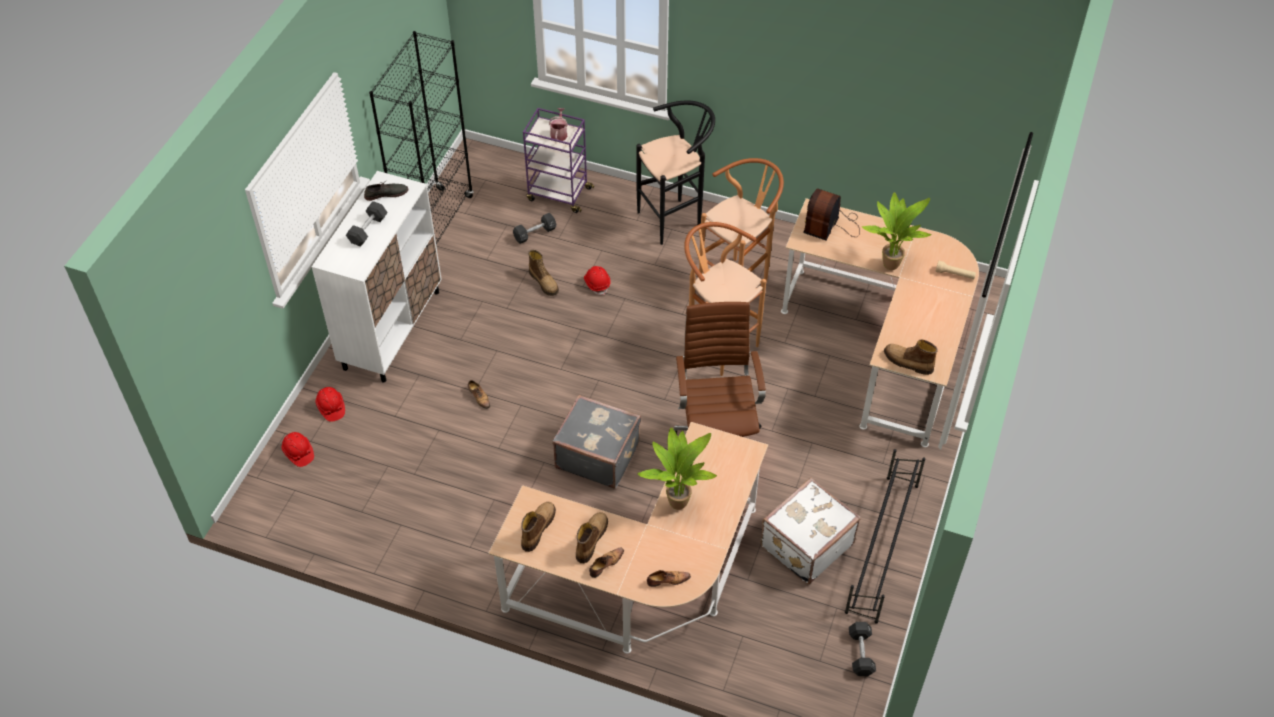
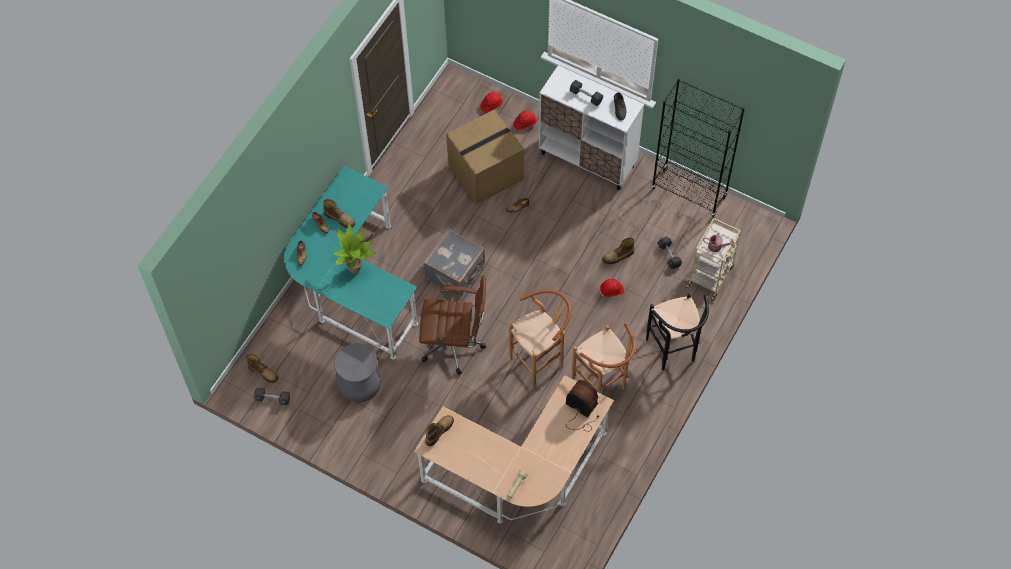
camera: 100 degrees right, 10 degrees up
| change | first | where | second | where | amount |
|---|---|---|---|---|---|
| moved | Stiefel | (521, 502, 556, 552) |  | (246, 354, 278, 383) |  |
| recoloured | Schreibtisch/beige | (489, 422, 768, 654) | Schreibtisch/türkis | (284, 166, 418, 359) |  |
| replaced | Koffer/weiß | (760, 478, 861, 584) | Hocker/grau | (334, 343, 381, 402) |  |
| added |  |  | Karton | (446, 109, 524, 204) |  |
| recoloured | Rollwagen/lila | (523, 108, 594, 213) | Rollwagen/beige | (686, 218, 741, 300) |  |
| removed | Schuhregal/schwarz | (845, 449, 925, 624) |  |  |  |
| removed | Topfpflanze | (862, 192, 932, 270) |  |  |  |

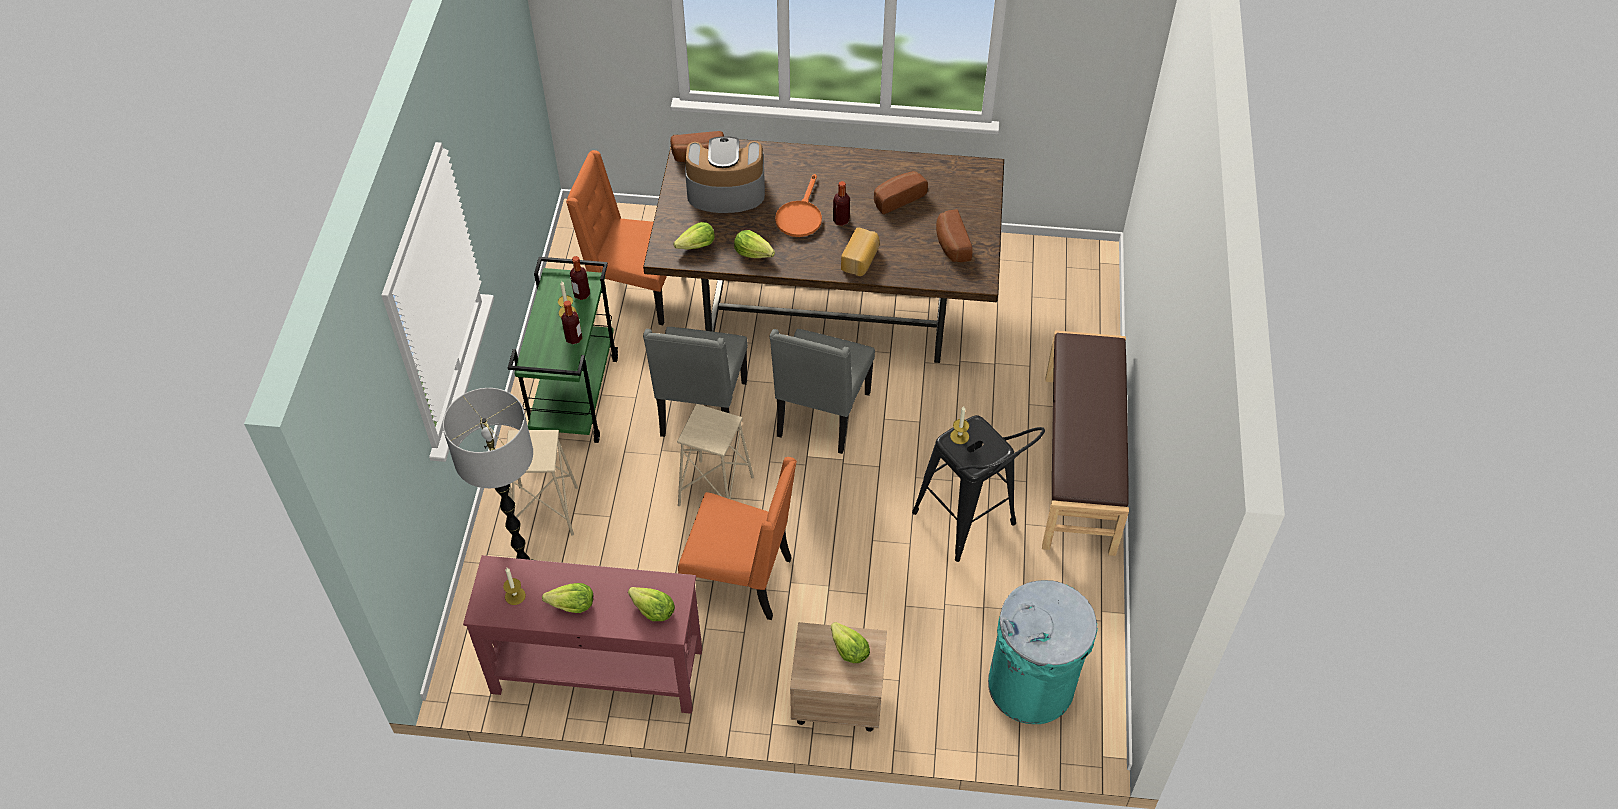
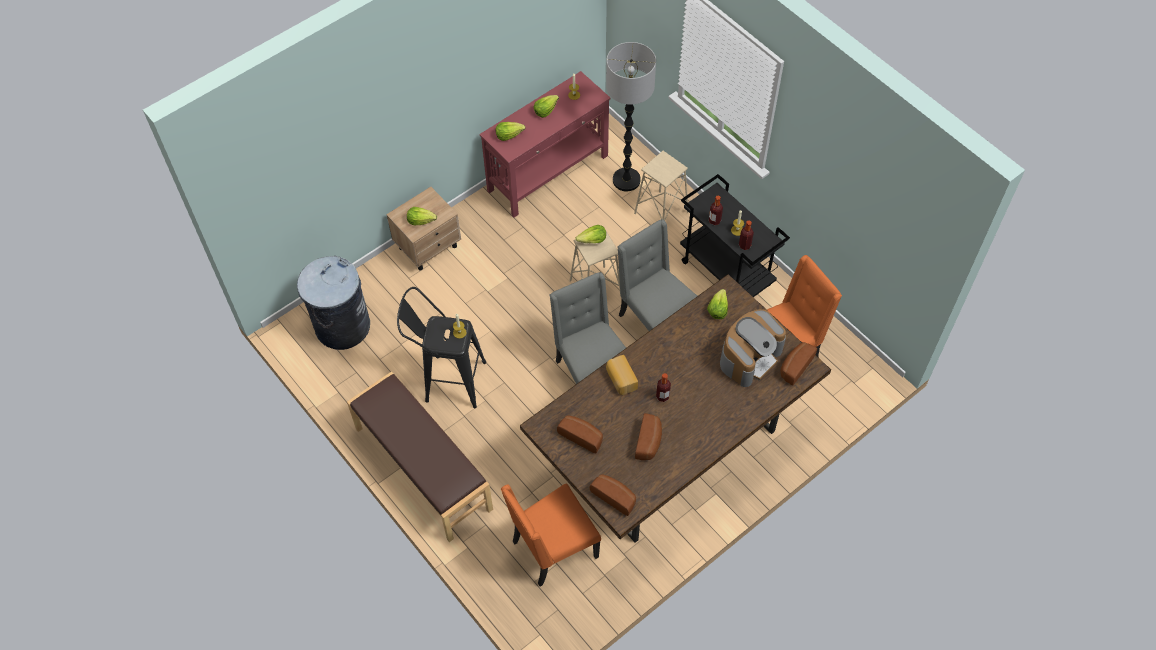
camera: 135 degrees right, 5 degrees up
| change | first | where | second | where | amount |
|---|---|---|---|---|---|
| recoloured | Mülleimer/türkis | (988, 580, 1098, 724) | Mülleimer/grau | (297, 256, 370, 350) |  |
| moved | Stuhl/orange | (678, 457, 797, 620) |  | (501, 483, 601, 587) |  |
| moved | Salatkopf | (734, 230, 775, 258) |  | (576, 225, 606, 243) |  |
| added |  |  | Brot | (590, 474, 636, 516) |  |
| recoloured | Rollwagen/grün | (508, 257, 618, 443) | Rollwagen/schwarz | (680, 174, 790, 297) |  |
| removed | Pfanne/orange | (775, 174, 822, 237) |  |  |  |

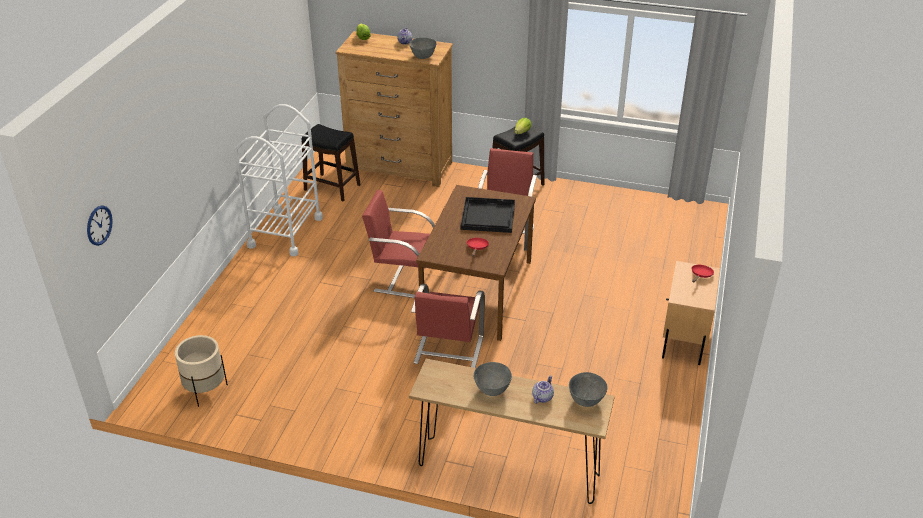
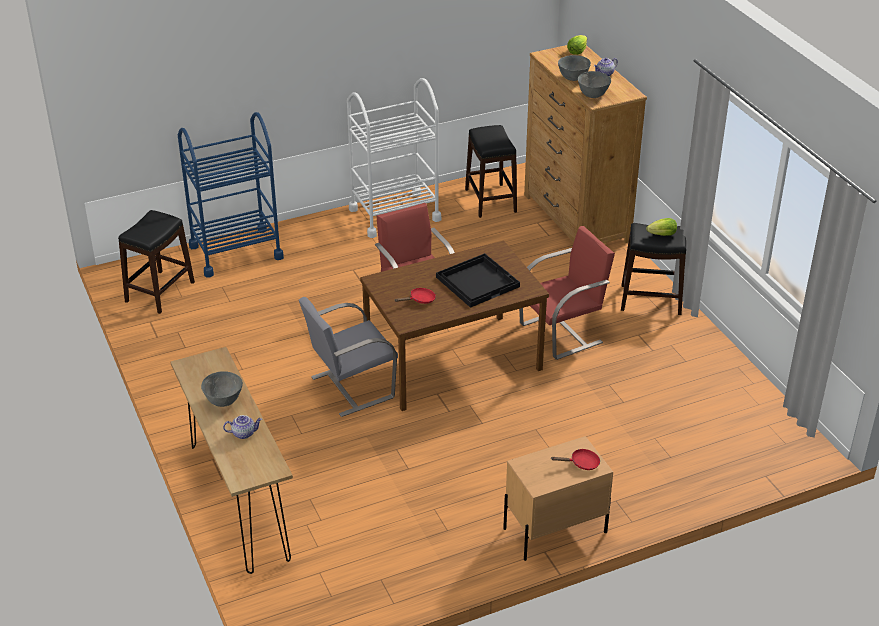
camera: 50 degrees right, 0 degrees up
| change | first | where | second | where | amount |
|---|---|---|---|---|---|
| replaced | Pflanzkübel/beige | (175, 335, 228, 407) | Hocker/schwarz | (118, 210, 195, 314) |  |
| added |  |  | Rollwagen/blau | (178, 112, 284, 278) |  |
| recoloured | Stuhl/rot | (411, 284, 485, 368) | Stuhl/grau | (299, 297, 398, 417) |  |
| moved | Schüssel/grau | (569, 372, 608, 407) |  | (558, 55, 591, 81) |  |
| removed | Wanduhr | (87, 205, 113, 246) |  |  |  |

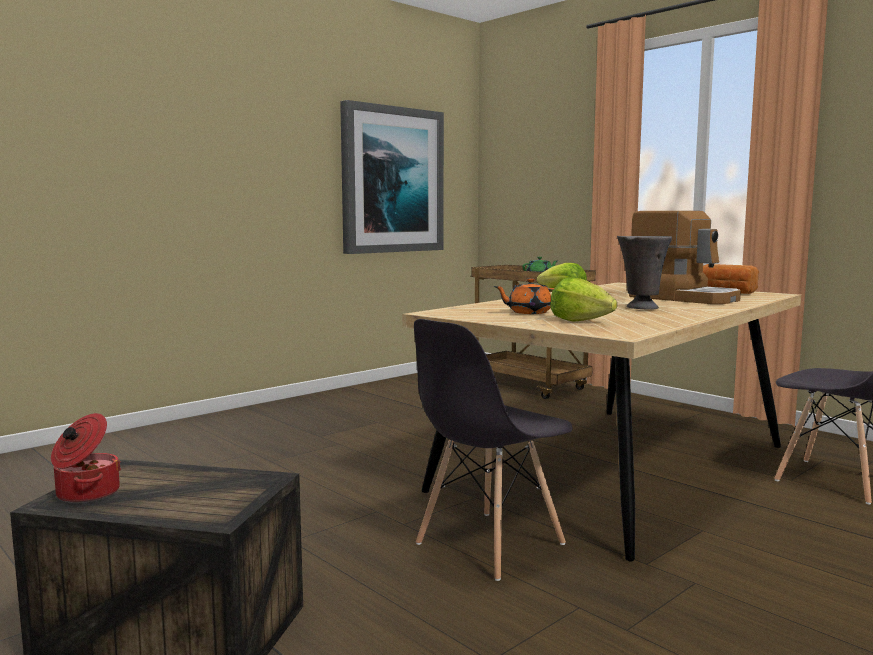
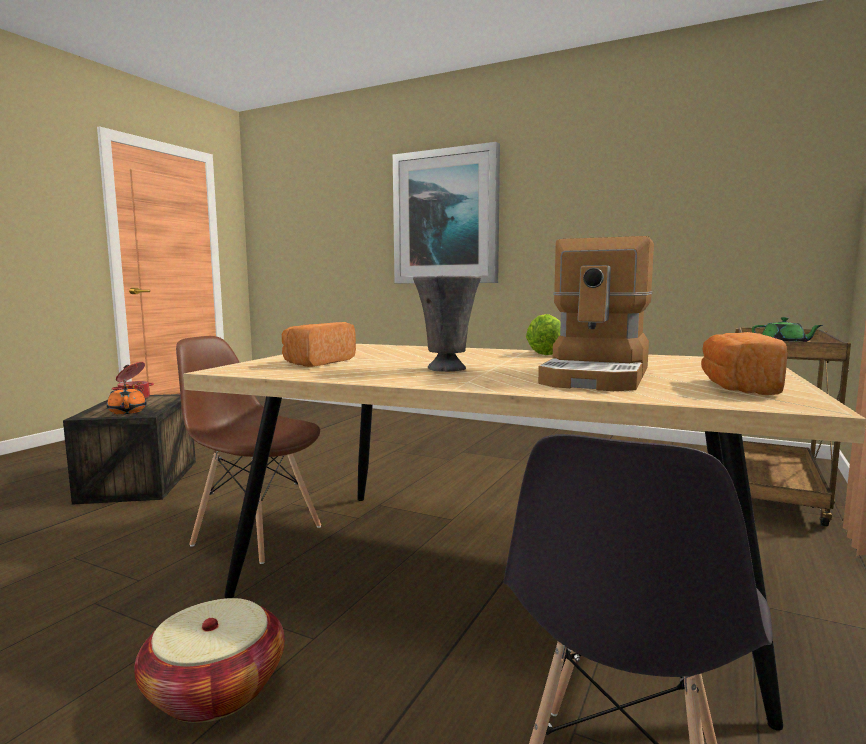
camera: 70 degrees right, 0 degrees up
| change | first | where | second | where | amount |
|---|---|---|---|---|---|
| moved | Teekanne/orange | (494, 278, 554, 314) |  | (107, 385, 146, 414) |  |
| added |  |  | Korb | (134, 598, 285, 723) |  |
| recoloured | Stuhl/grau | (414, 319, 573, 581) | Stuhl/braun | (176, 336, 321, 564) |  |
| replaced | Salatkopf | (550, 278, 617, 322) | Brot | (282, 322, 356, 367) |  |
| moved | Bild | (340, 100, 444, 254) |  | (393, 142, 500, 283) |  |

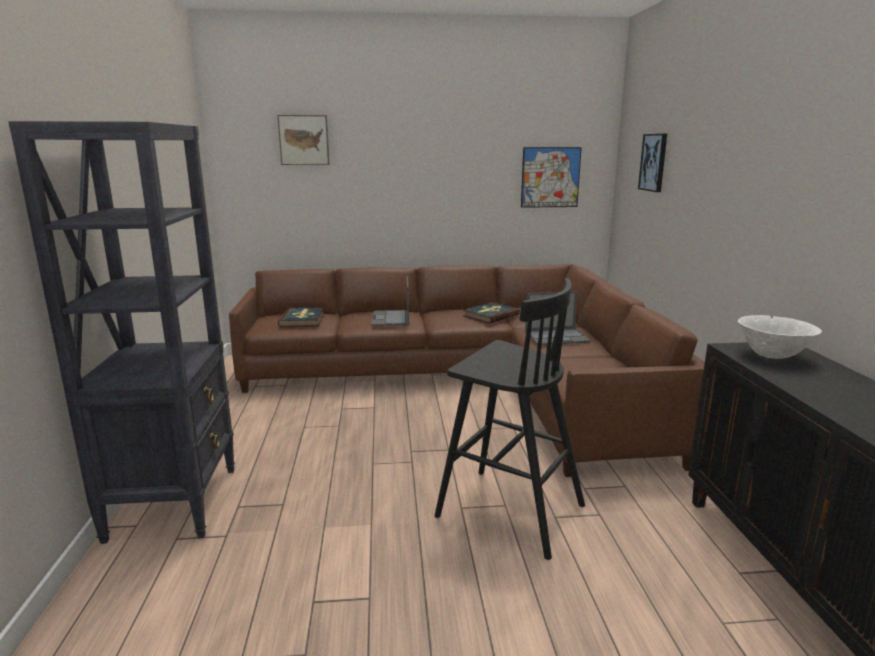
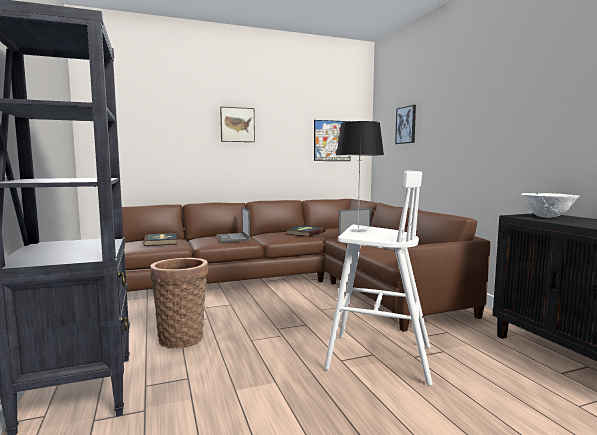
camera: 15 degrees left, 10 degrees down
| change | first | where | second | where | amount |
|---|---|---|---|---|---|
| added |  |  | Korb | (150, 258, 208, 349) |  |
| moved | Bild | (278, 115, 329, 165) |  | (220, 107, 255, 142) |  |
| recoloured | Hocker/schwarz | (435, 278, 585, 560) | Hocker/weiß | (324, 170, 433, 385) |  |
| added |  |  | Tischlampe | (336, 121, 384, 232) |  |

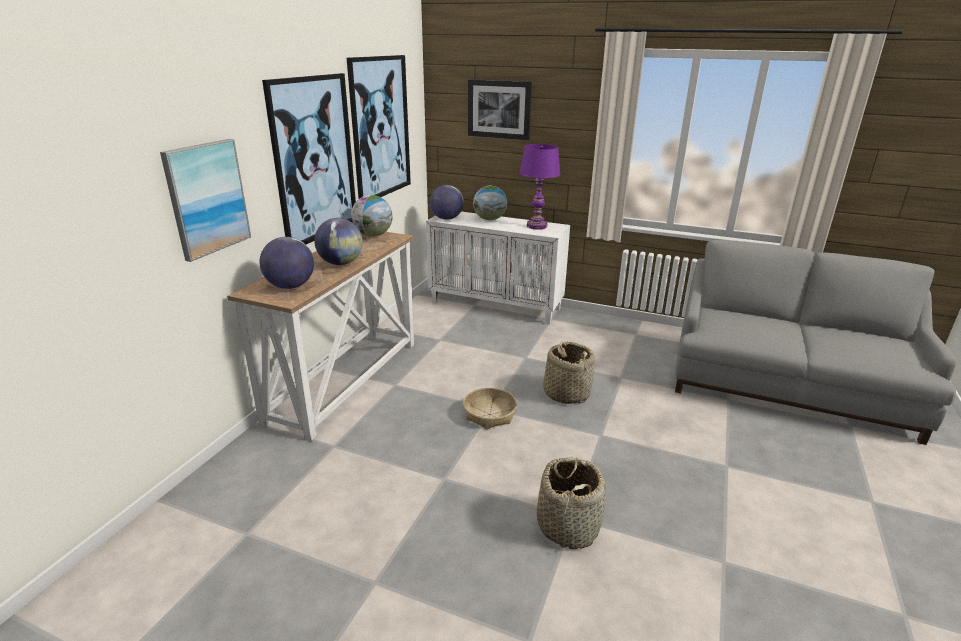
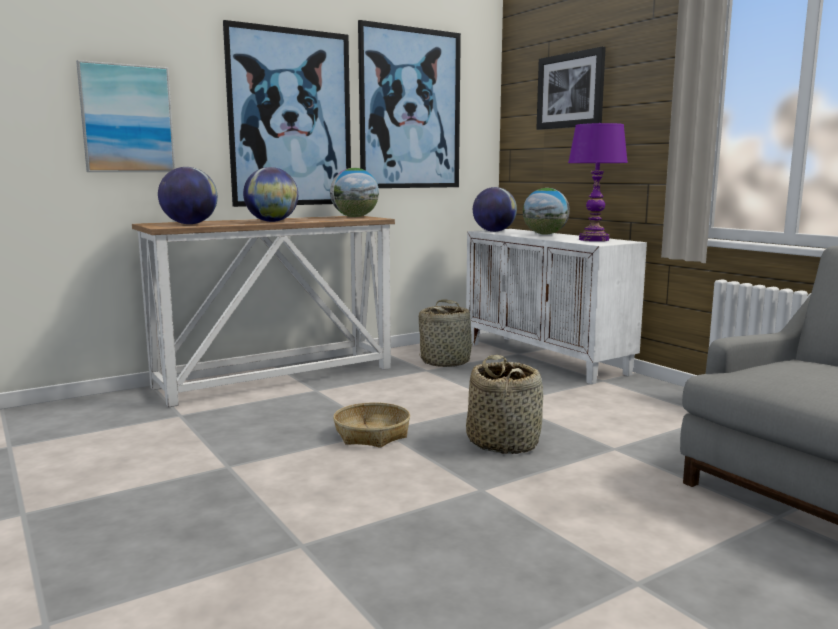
camera: 35 degrees right, 15 degrees down
| change | first | where | second | where | amount |
|---|---|---|---|---|---|
| moved | Korb | (537, 456, 606, 549) |  | (419, 299, 476, 367) |  |

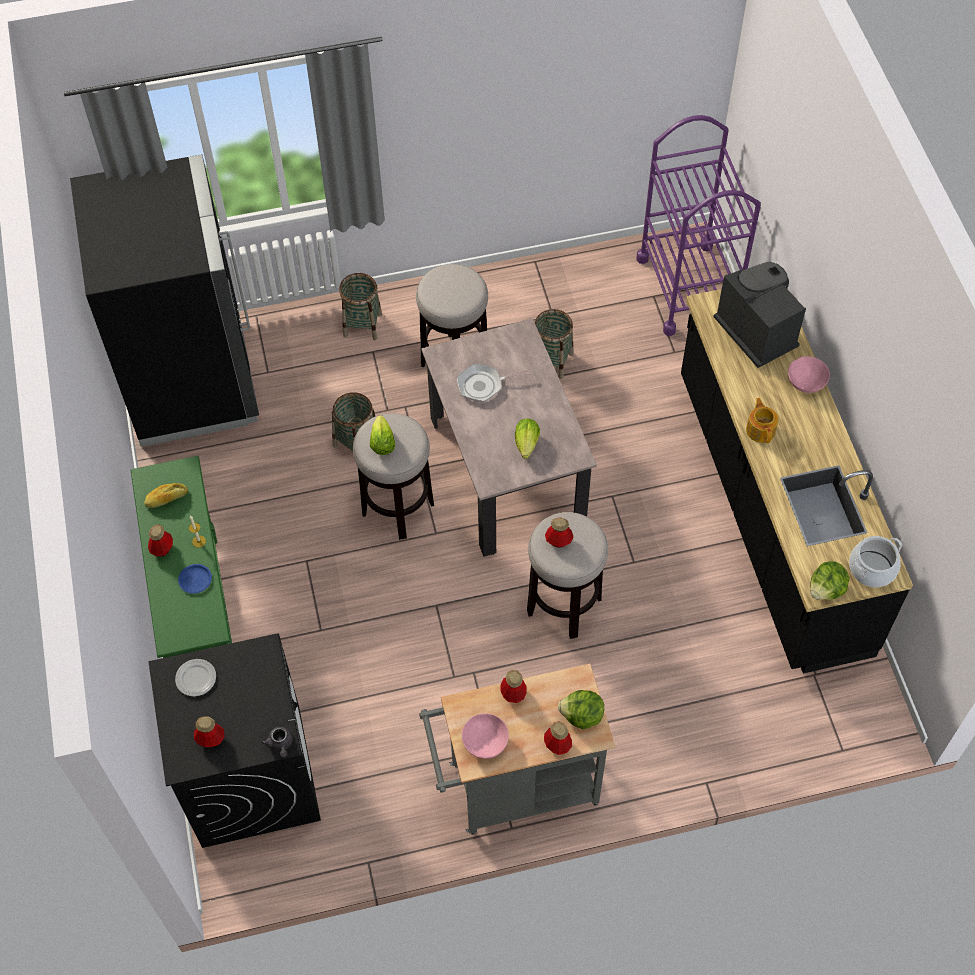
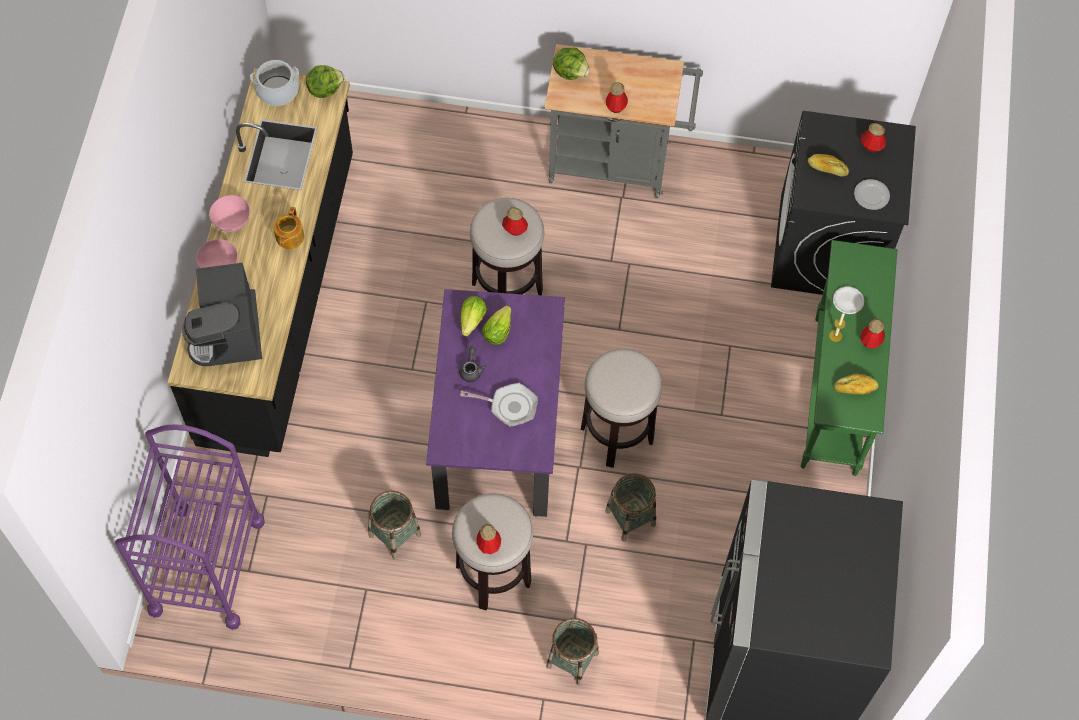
camera: 160 degrees left, 5 degrees up
| change | first | where | second | where | amount |
|---|---|---|---|---|---|
| moved | Schüssel/rosa | (462, 713, 509, 759) |  | (209, 195, 250, 232) |  |
| recoloured | Esstisch/beige | (421, 318, 597, 557) | Esstisch/lila | (426, 289, 565, 517) |  |
| moved | Teekanne/grau | (262, 727, 293, 758) |  | (459, 347, 486, 382) |  |
| moved | Salatkopf | (370, 415, 395, 455) |  | (460, 296, 487, 336) |  |
| moved | Flasche | (544, 722, 572, 755) |  | (476, 524, 501, 554) |  |
| added |  |  | Brot | (808, 154, 849, 177) |  |
| recoloured | Teller/blau | (178, 564, 212, 594) | Teller/weiß | (833, 286, 864, 314) |  |

